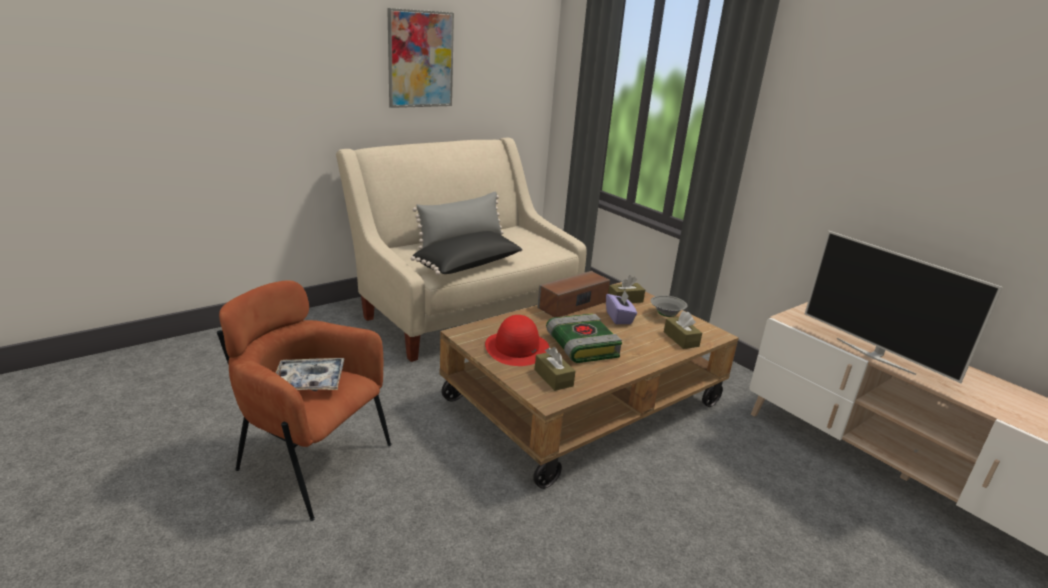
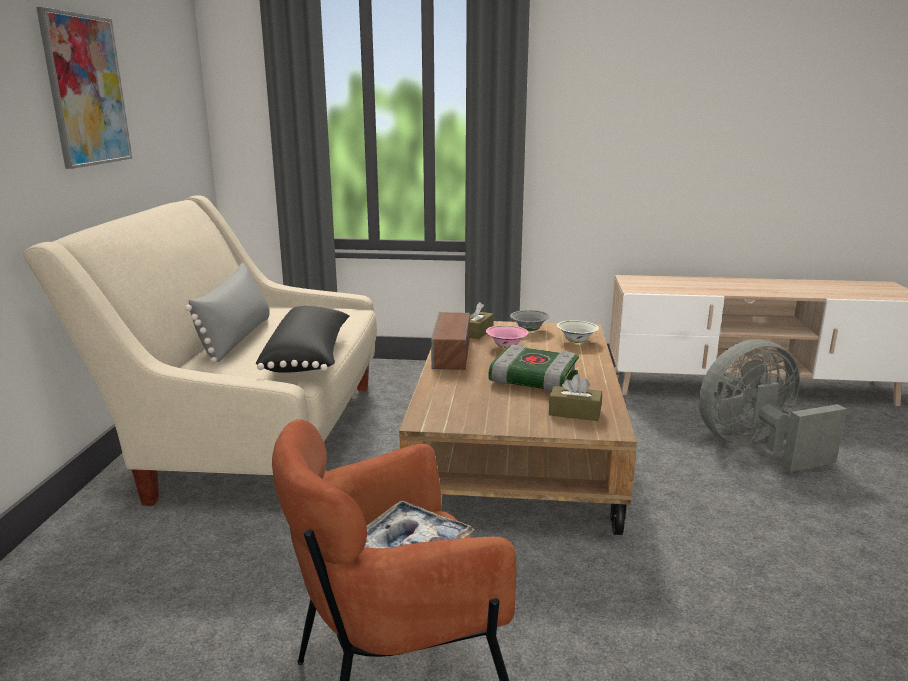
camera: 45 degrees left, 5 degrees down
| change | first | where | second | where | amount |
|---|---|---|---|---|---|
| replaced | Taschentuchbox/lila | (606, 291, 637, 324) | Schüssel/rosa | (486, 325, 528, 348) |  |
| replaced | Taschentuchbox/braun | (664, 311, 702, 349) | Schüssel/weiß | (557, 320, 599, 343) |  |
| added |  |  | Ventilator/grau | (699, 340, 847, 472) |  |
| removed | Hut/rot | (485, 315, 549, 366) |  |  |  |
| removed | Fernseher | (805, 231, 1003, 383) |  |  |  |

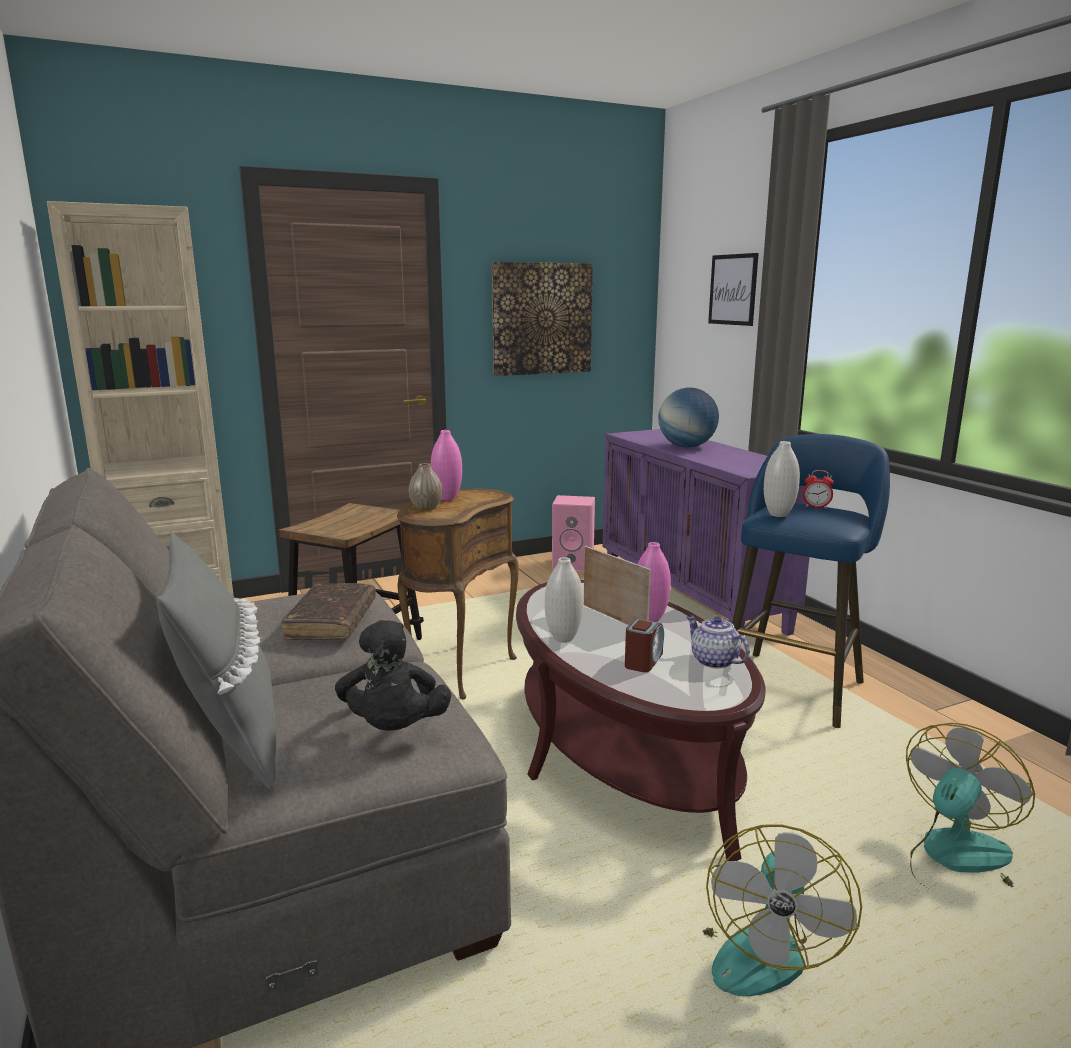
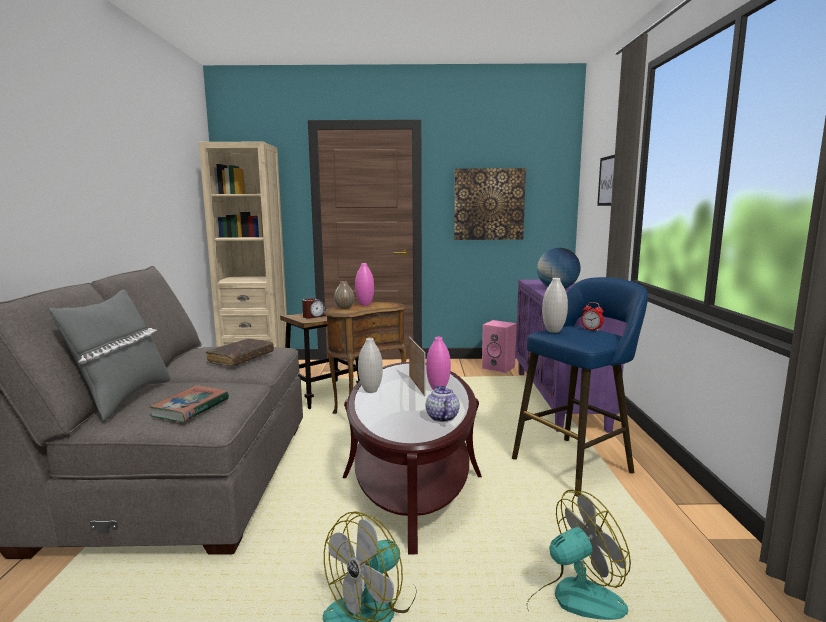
camera: 25 degrees right, 5 degrees down
| change | first | where | second | where | amount |
|---|---|---|---|---|---|
| replaced | Plüschtier/schwarz | (335, 620, 451, 731) | Buch | (149, 385, 229, 422) |  |
| moved | Wecker | (625, 619, 664, 672) |  | (302, 298, 326, 319) |  |

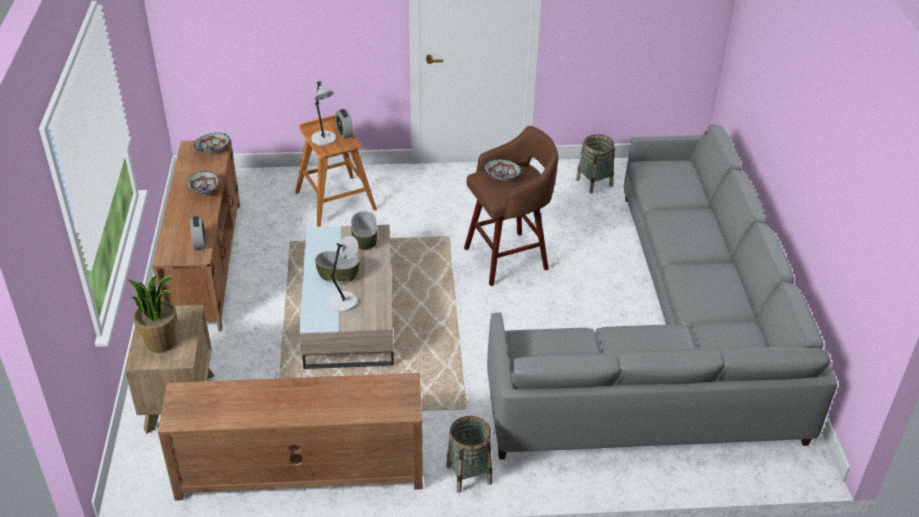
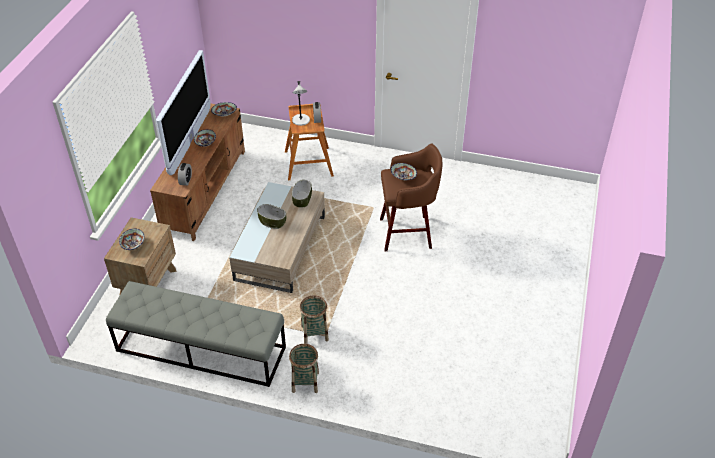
camera: 20 degrees right, 5 degrees up
| change | first | where | second | where | amount |
|---|---|---|---|---|---|
| replaced | Fernsehschrank/braun | (158, 373, 423, 501) | Bank/grau | (106, 281, 286, 387) |  |
| replaced | Topfpflanze | (126, 276, 177, 353) | Schüssel | (119, 229, 145, 250) |  |
| added |  |  | Fernseher | (156, 50, 211, 175) |  |
| moved | Korb | (576, 134, 614, 193) |  | (300, 295, 329, 344) |  |
| removed | Tischlampe/grau | (329, 236, 358, 312) |  |  |  |
| removed | Sofa/grau | (487, 124, 837, 459) |  |  |  |

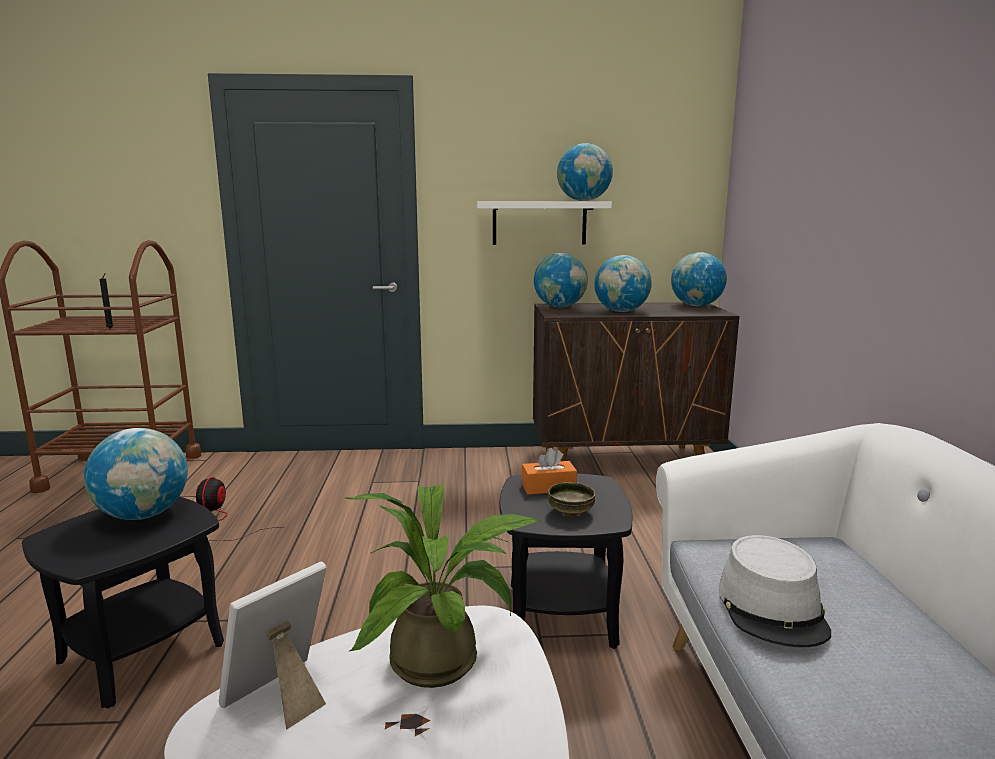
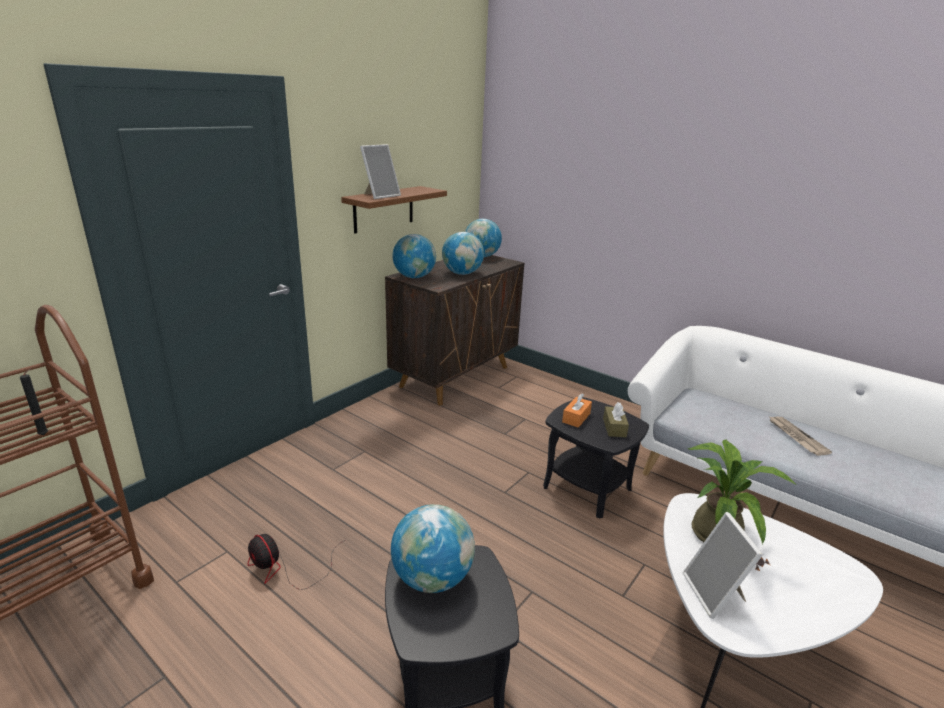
camera: 50 degrees left, 10 degrees up
| change | first | where | second | where | amount |
|---|---|---|---|---|---|
| recoloured | Wandregal/weiß | (477, 202, 612, 245) | Wandregal/braun | (341, 186, 447, 234) |  |
| added |  |  | Bilderrahmen | (360, 144, 401, 199) |  |
| replaced | Schüssel | (548, 482, 595, 516) | Taschentuchbox/braun | (603, 402, 629, 437) |  |
| added |  |  | Zeitung | (770, 417, 832, 456) |  |
| removed | Globus | (557, 143, 613, 201) |  |  |  |
| removed | Hut/grau | (719, 535, 831, 647) |  |  |  |

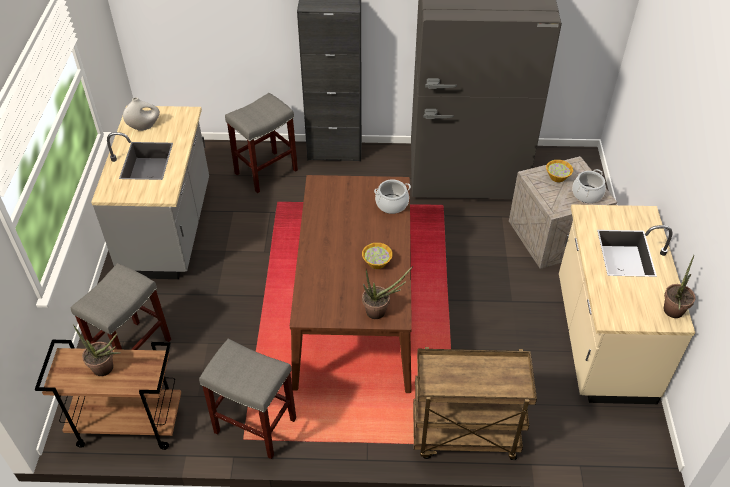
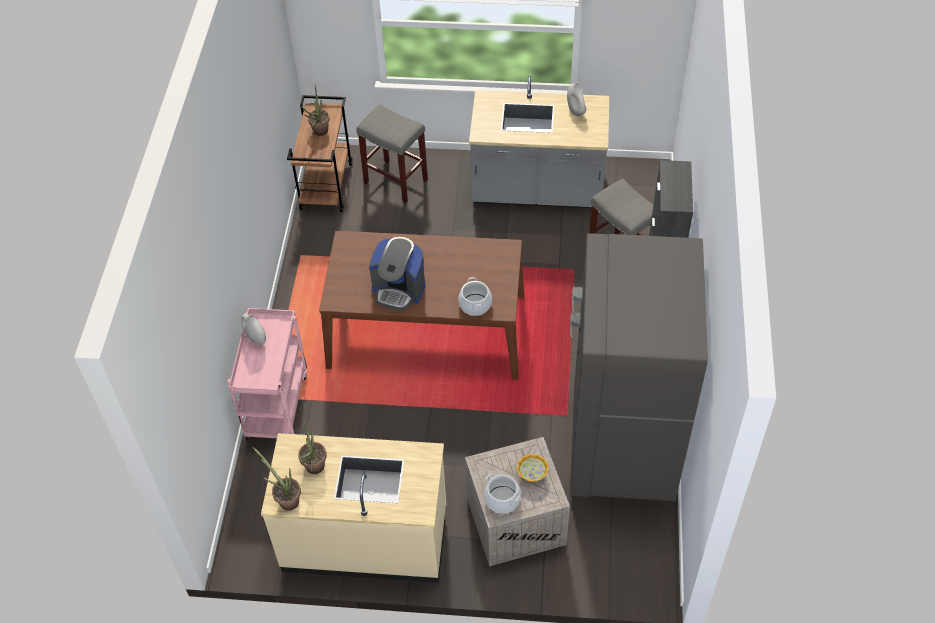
camera: 95 degrees right, 5 degrees up
| change | first | where | second | where | amount |
|---|---|---|---|---|---|
| recoloured | Rollwagen/braun | (413, 347, 537, 460) | Rollwagen/rosa | (228, 308, 307, 440) |  |
| added |  |  | Vase/weiß | (241, 314, 266, 345) |  |
| moved | Topfpflanze | (362, 266, 413, 319) |  | (298, 420, 327, 474) |  |
| replaced | Schüssel | (362, 243, 392, 269) | Kaffeemaschine | (369, 237, 425, 310) |  |
| removed | Hocker/grau | (199, 339, 296, 459) |  |  |  |

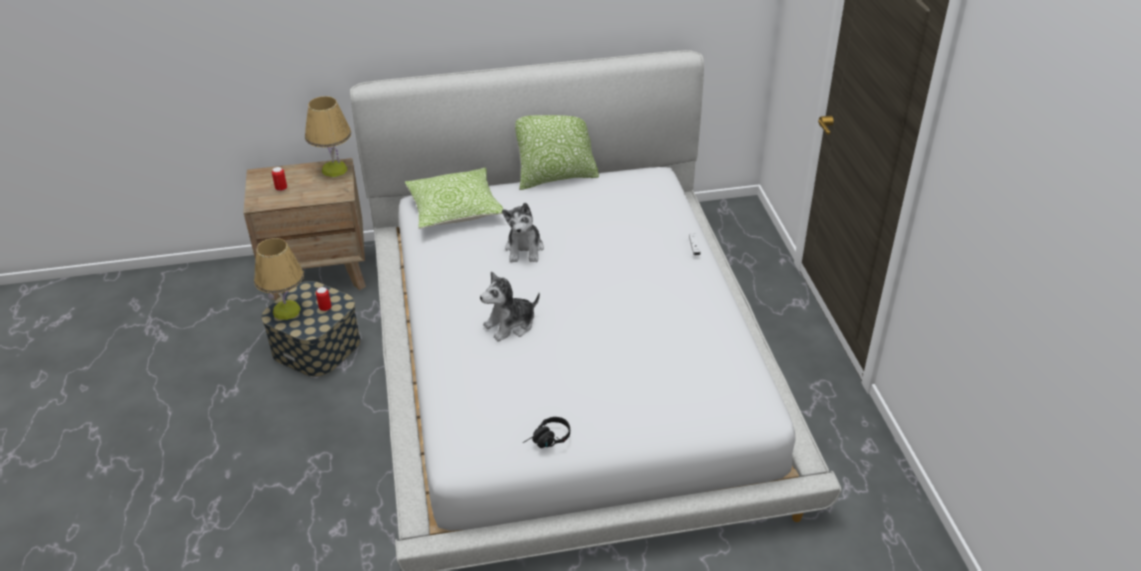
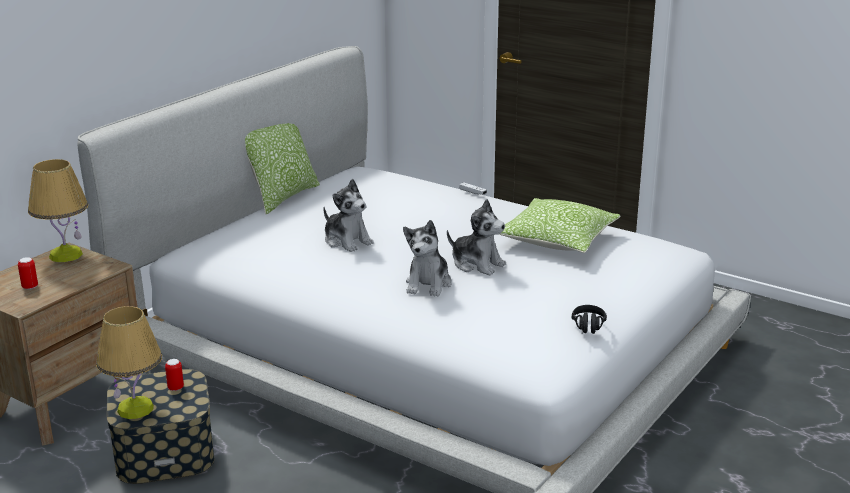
camera: 45 degrees left, 15 degrees down
| change | first | where | second | where | amount |
|---|---|---|---|---|---|
| added |  |  | Plüschtier | (447, 199, 506, 275) |  |
| moved | Kissen | (405, 168, 503, 229) |  | (499, 198, 621, 253) |  |

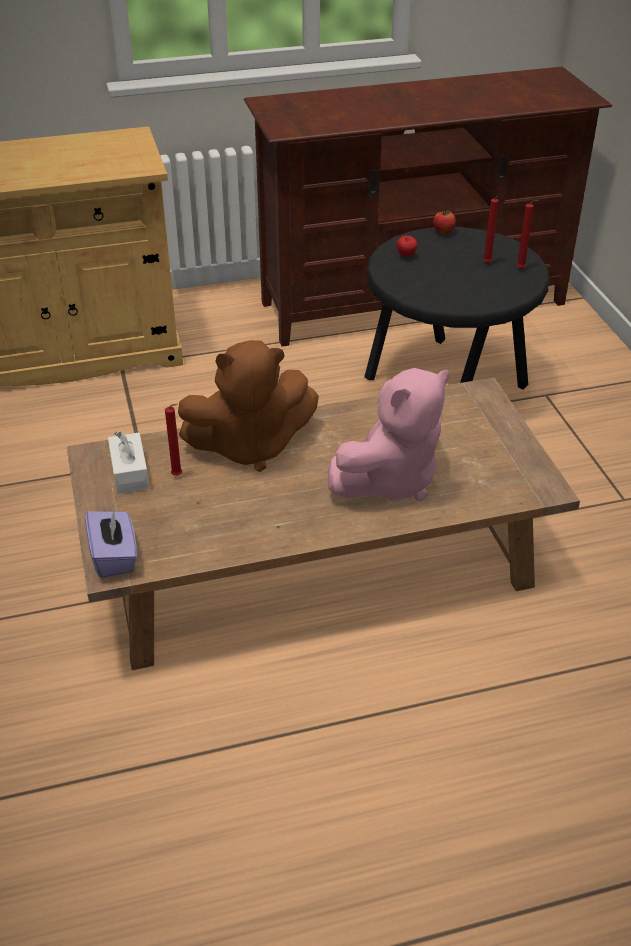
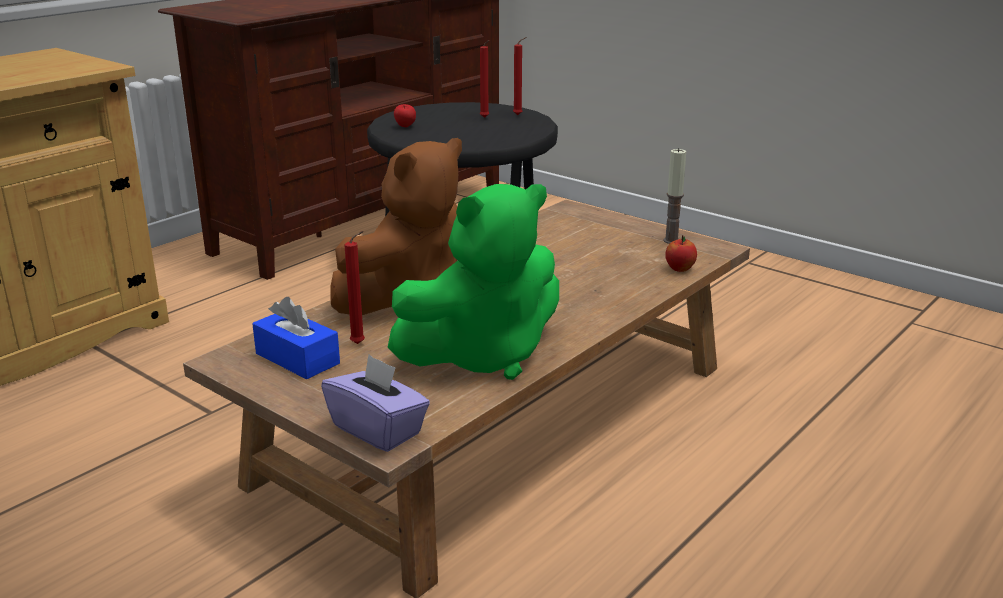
camera: 35 degrees left, 15 degrees down
| change | first | where | second | where | amount |
|---|---|---|---|---|---|
| recoloured | Taschentuchbox/weiß | (108, 431, 149, 494) | Taschentuchbox/blau | (252, 297, 340, 379) |  |
| added |  |  | Plüschtier/grün | (388, 184, 559, 380) |  |
| added |  |  | Kerze | (663, 148, 686, 244) |  |
| moved | Apfel | (433, 209, 456, 235) |  | (665, 235, 697, 272) |  |
| removed | Plüschtier/rosa | (328, 368, 450, 501) |  |  |  |

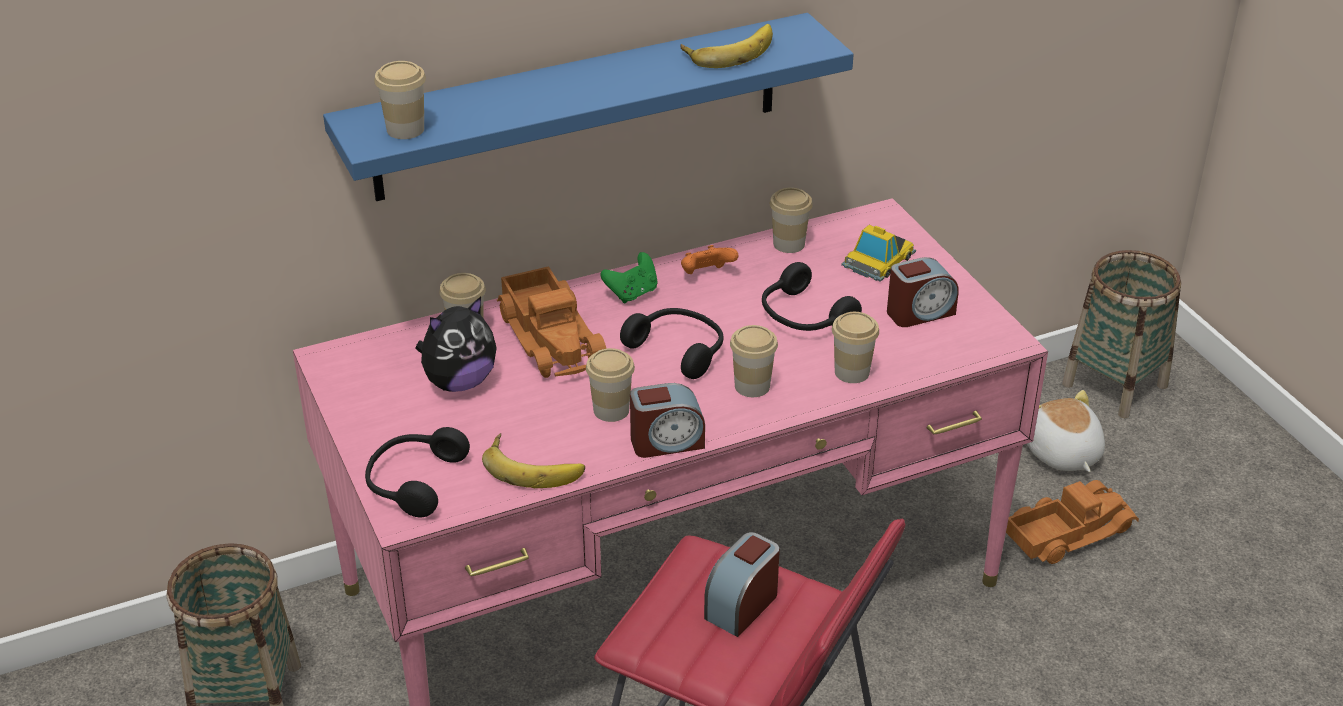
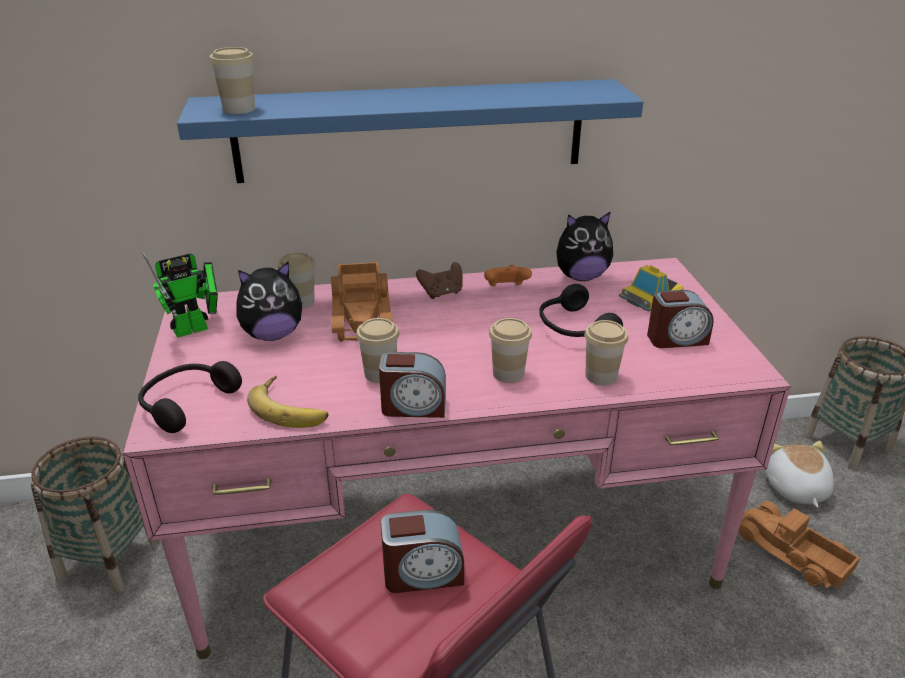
camera: 15 degrees right, 5 degrees down
| change | first | where | second | where | amount |
|---|---|---|---|---|---|
| added |  |  | Spielzeugroboter | (142, 252, 218, 338) |  |
| turned | Wecker | (704, 532, 780, 637) |  | (381, 510, 464, 593) | 150 degrees counterclockwise |
| recoloured | Gamepad/grün | (600, 252, 657, 303) | Gamepad/braun | (416, 262, 463, 299) |  |
| replaced | Tasse | (770, 188, 813, 253) | Plüschtier | (556, 211, 613, 281) |  |
| turned | Spielzeuglaster | (1006, 480, 1139, 564) |  | (739, 501, 860, 589) | 120 degrees counterclockwise |
| removed | Kopfhörer/schwarz | (620, 308, 723, 379) |  |  |  |
| removed | Banane | (681, 24, 773, 68) |  |  |  |

